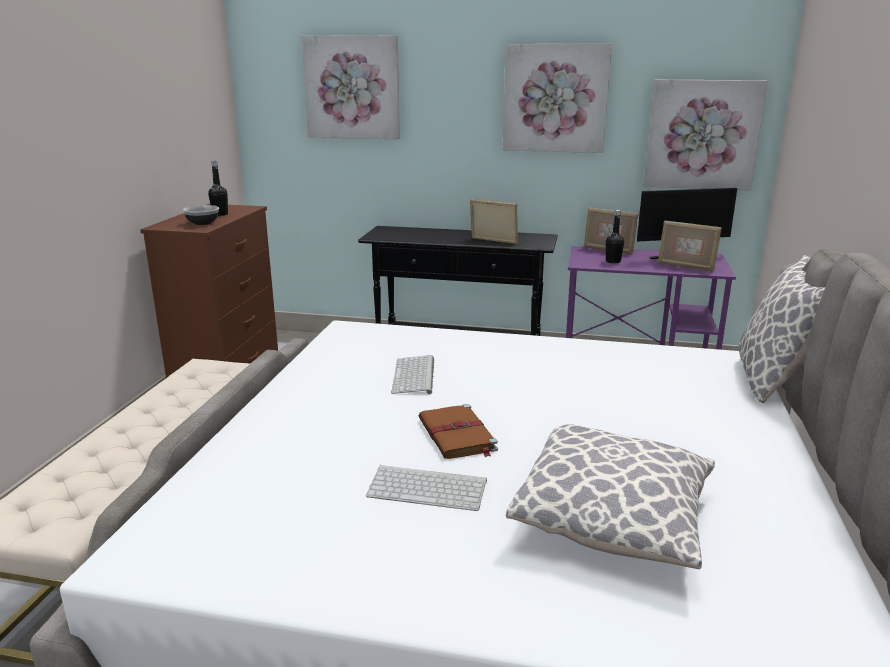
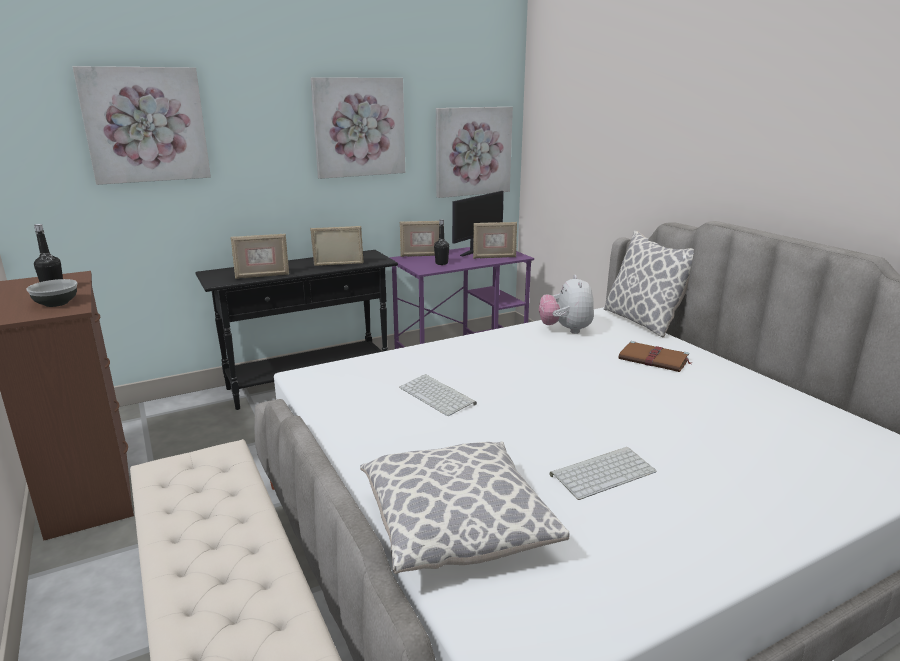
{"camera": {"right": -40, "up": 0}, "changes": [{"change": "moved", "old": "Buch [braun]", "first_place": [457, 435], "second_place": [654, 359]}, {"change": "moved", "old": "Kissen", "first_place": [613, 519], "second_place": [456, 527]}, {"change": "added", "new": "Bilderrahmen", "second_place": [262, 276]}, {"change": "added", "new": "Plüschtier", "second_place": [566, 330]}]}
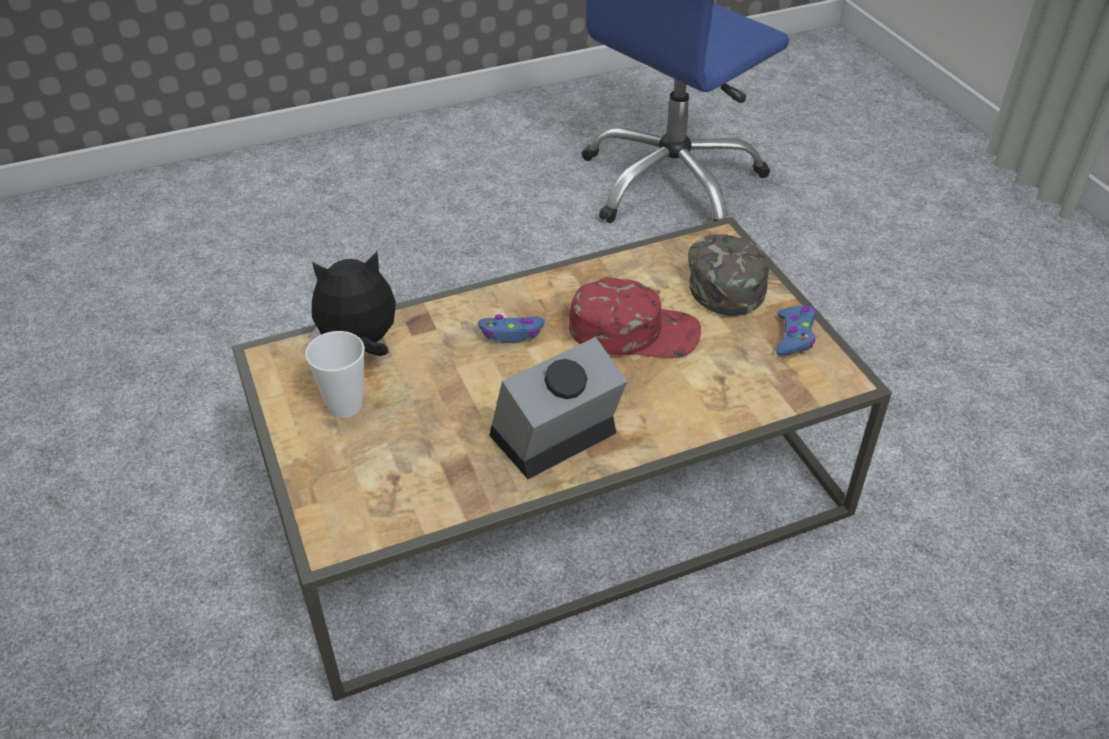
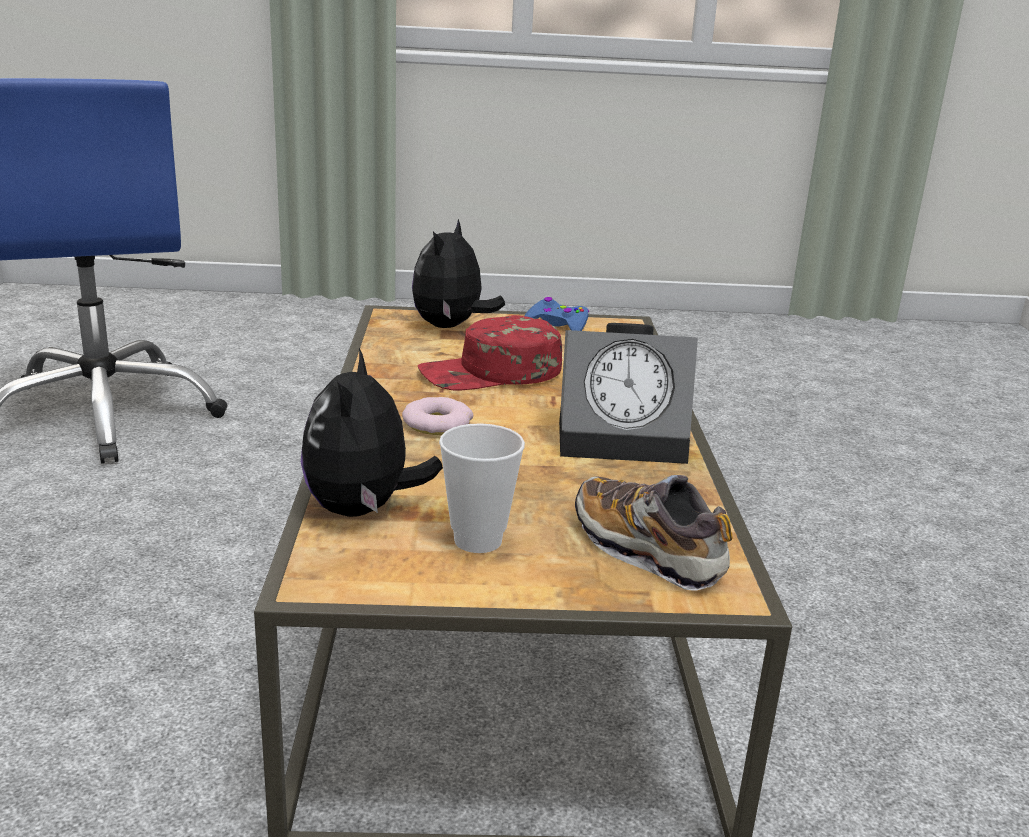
{"camera": {"right": -70, "up": -20}, "changes": [{"change": "replaced", "old": "Kappe [grün]", "new": "Plüschtier", "first_place": [723, 277], "second_place": [451, 327]}, {"change": "turned", "old": "Kappe [rot]", "first_place": [634, 330], "second_place": [491, 373], "degrees": -135}, {"change": "replaced", "old": "Gamepad [blau]", "new": "Donut", "first_place": [511, 333], "second_place": [437, 423]}, {"change": "turned", "old": "Wecker", "first_place": [553, 440], "second_place": [625, 439], "degrees": -75}, {"change": "added", "new": "Schuh", "second_place": [646, 550]}]}
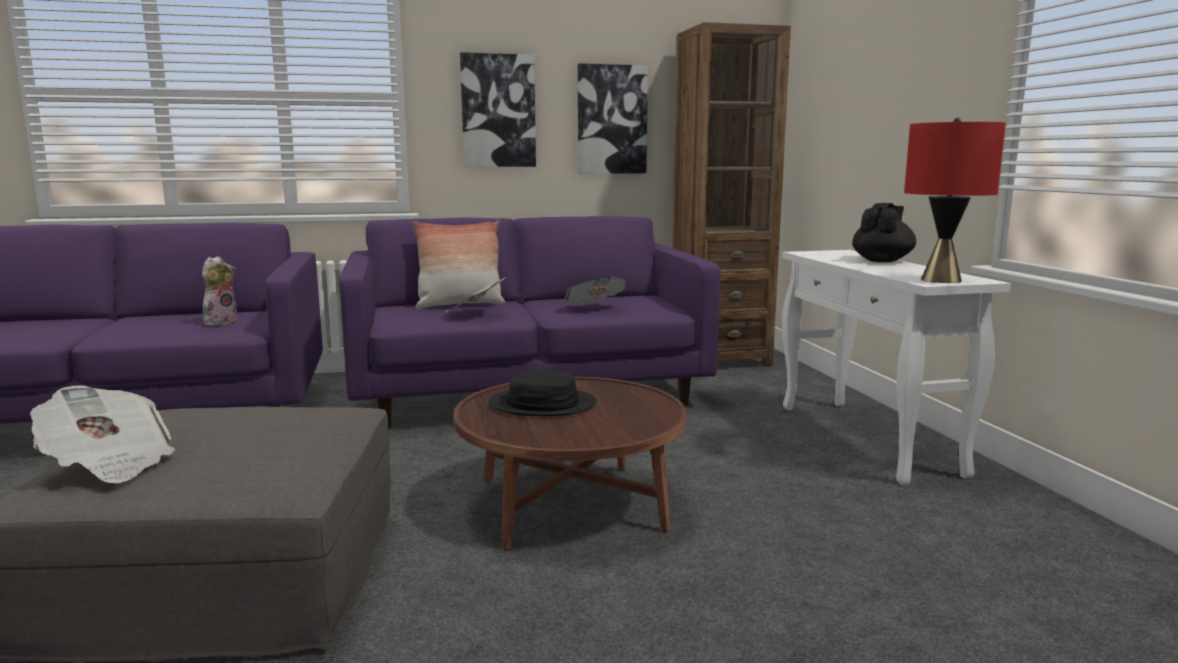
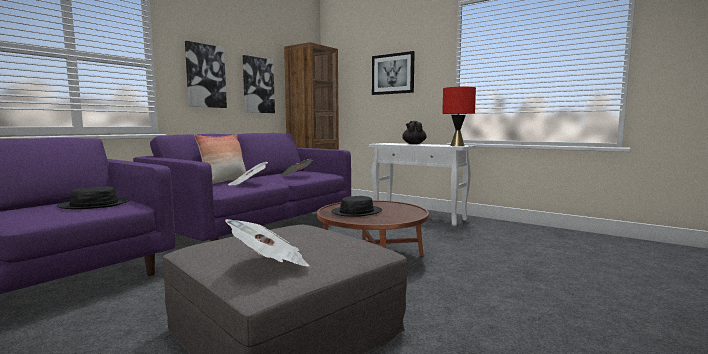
{"camera": {"right": -40, "up": -5}, "changes": [{"change": "replaced", "old": "Plüschtier", "new": "Hut [schwarz]", "first_place": [221, 322], "second_place": [94, 205]}, {"change": "added", "new": "Bild", "second_place": [393, 74]}]}
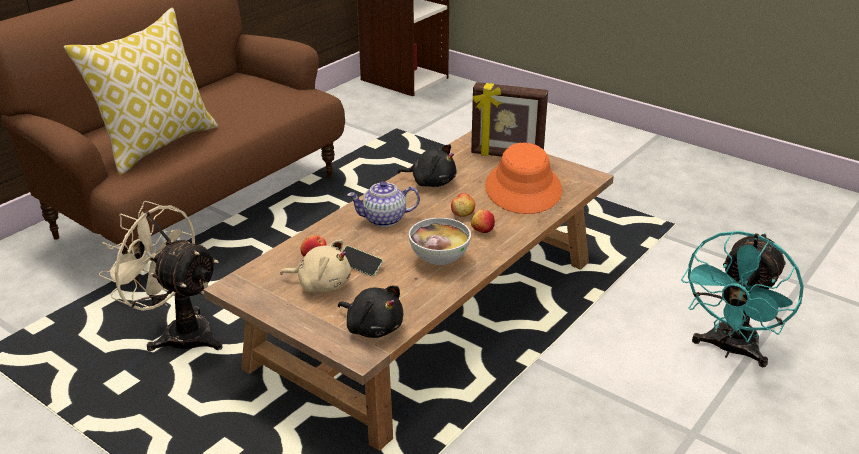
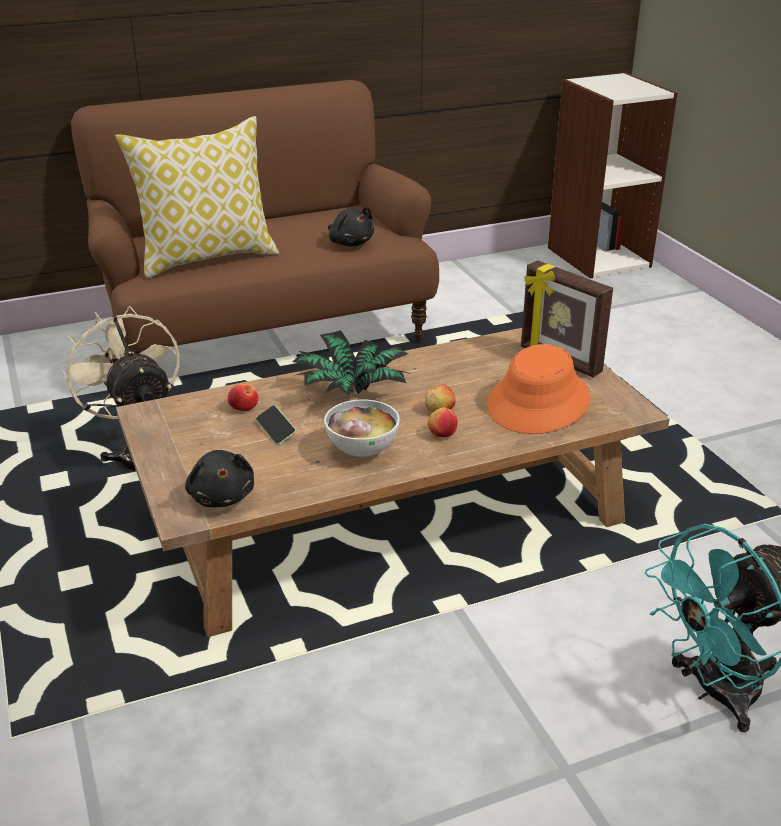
{"camera": {"right": 30, "up": 0}, "changes": [{"change": "moved", "old": "Plüschtier [schwarz]", "first_place": [431, 182], "second_place": [350, 243]}, {"change": "replaced", "old": "Teekanne", "new": "Topfpflanze", "first_place": [385, 219], "second_place": [352, 391]}, {"change": "removed", "old": "Plüschtier [beige]", "first_place": [321, 284]}]}
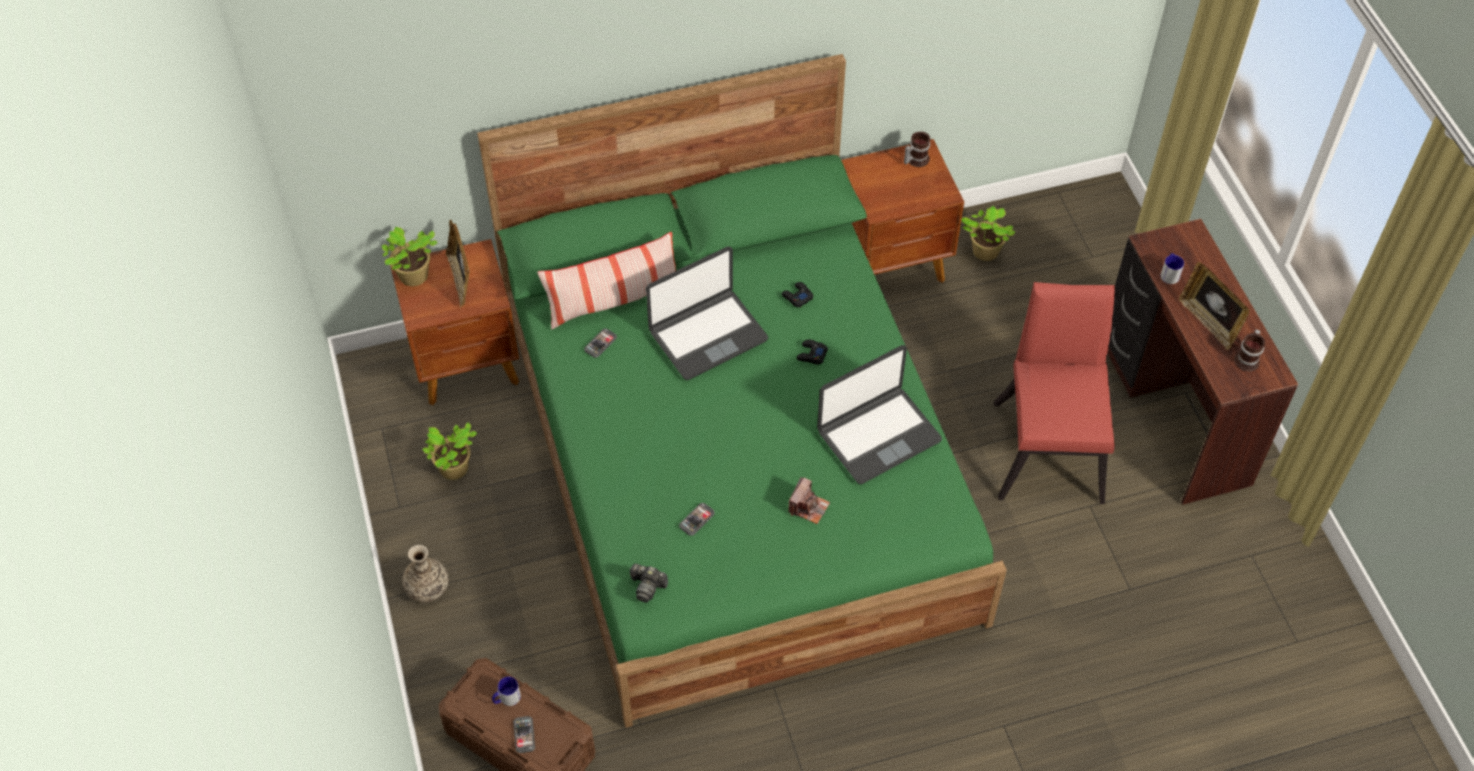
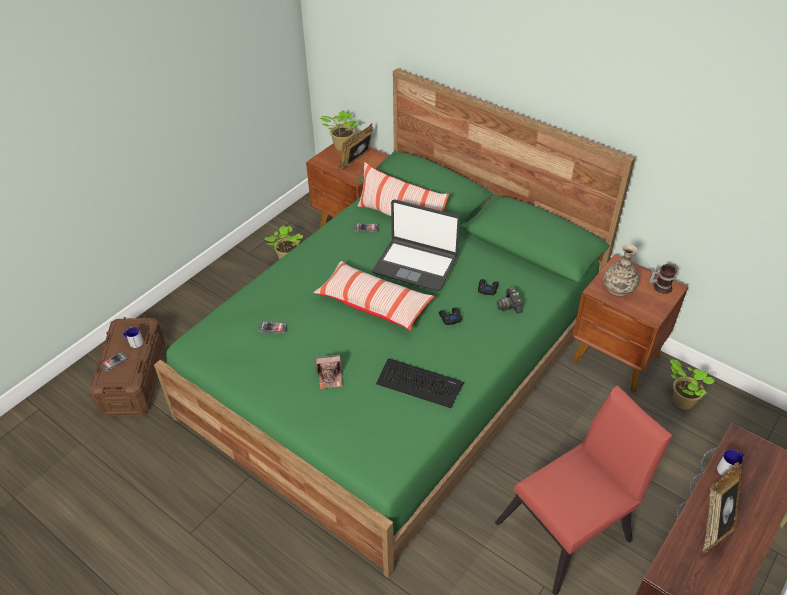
{"camera": {"right": 55, "up": -10}, "changes": [{"change": "removed", "old": "Henkelbecher", "first_place": [1248, 359]}, {"change": "replaced", "old": "Laptop", "new": "Tastatur", "first_place": [878, 435], "second_place": [419, 383]}, {"change": "moved", "old": "Vase", "first_place": [427, 587], "second_place": [618, 288]}, {"change": "moved", "old": "Kamera", "first_place": [647, 586], "second_place": [509, 305]}, {"change": "added", "new": "Kissen", "second_place": [374, 303]}]}
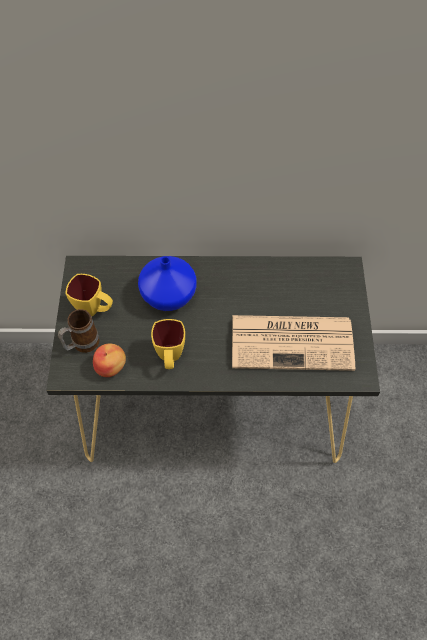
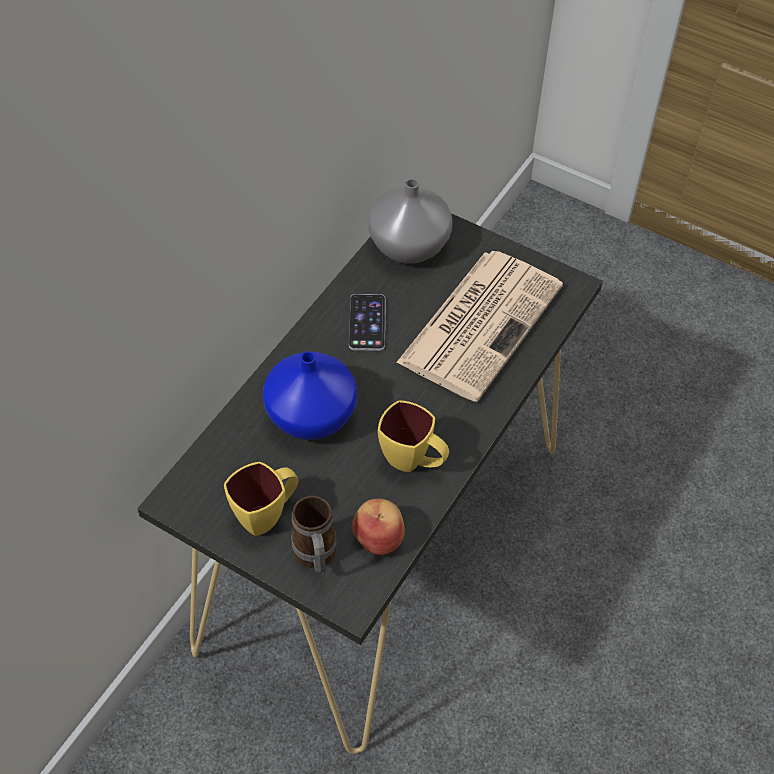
{"camera": {"right": -60, "up": -5}, "changes": [{"change": "added", "new": "Vase [grau]", "second_place": [407, 246]}, {"change": "added", "new": "Handy", "second_place": [367, 322]}]}
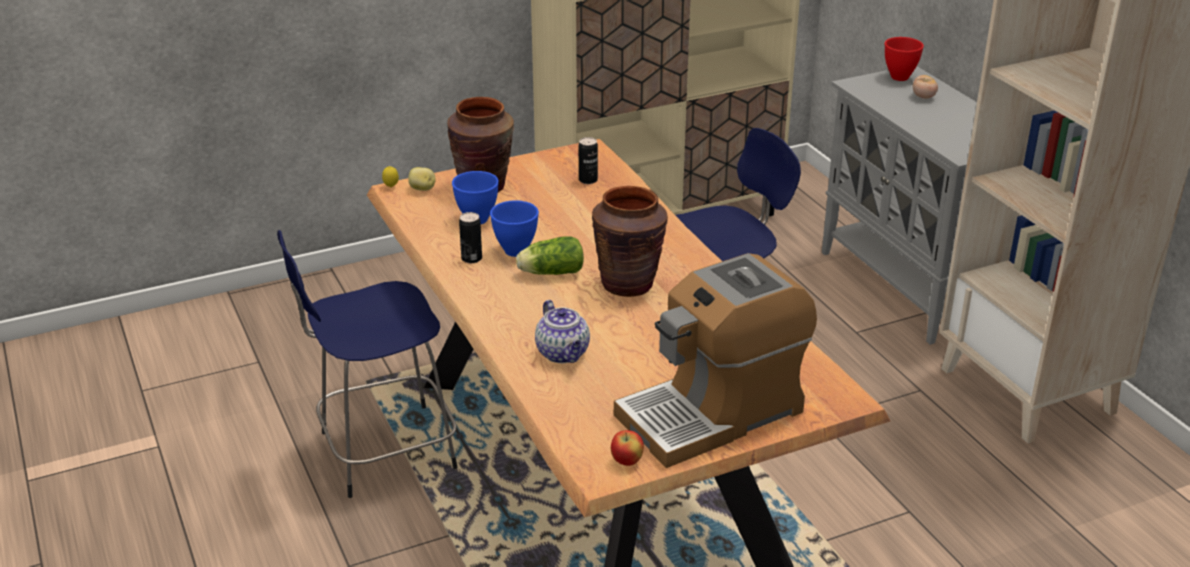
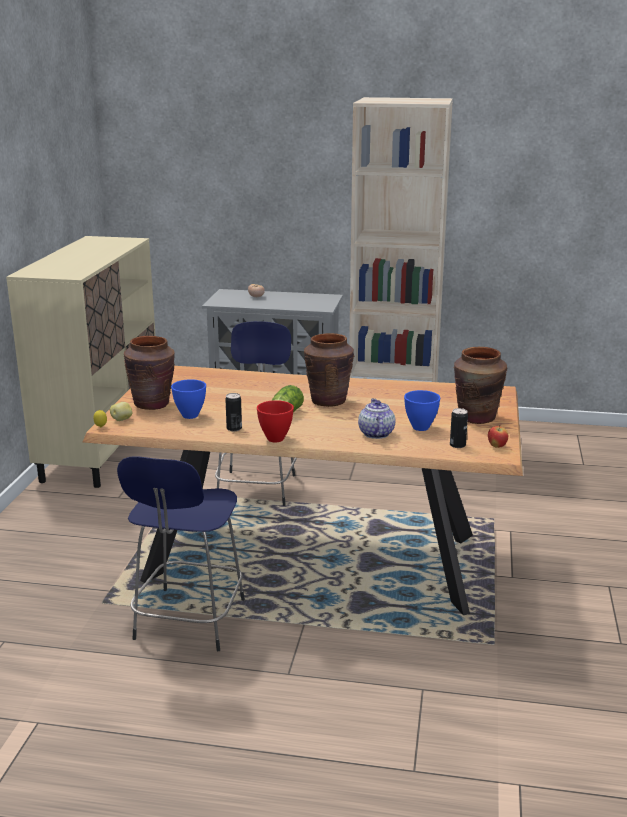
{"camera": {"right": -55, "up": -10}, "changes": [{"change": "moved", "old": "Schüssel [rot]", "first_place": [899, 77], "second_place": [275, 438]}, {"change": "moved", "old": "Dose", "first_place": [588, 180], "second_place": [457, 445]}, {"change": "moved", "old": "Schüssel [blau]", "first_place": [515, 250], "second_place": [419, 427]}, {"change": "replaced", "old": "Kaffeemaschine", "new": "Vase [braun]", "first_place": [712, 413], "second_place": [476, 417]}, {"change": "turned", "old": "Teekanne", "first_place": [563, 354], "second_place": [375, 433], "degrees": -105}]}
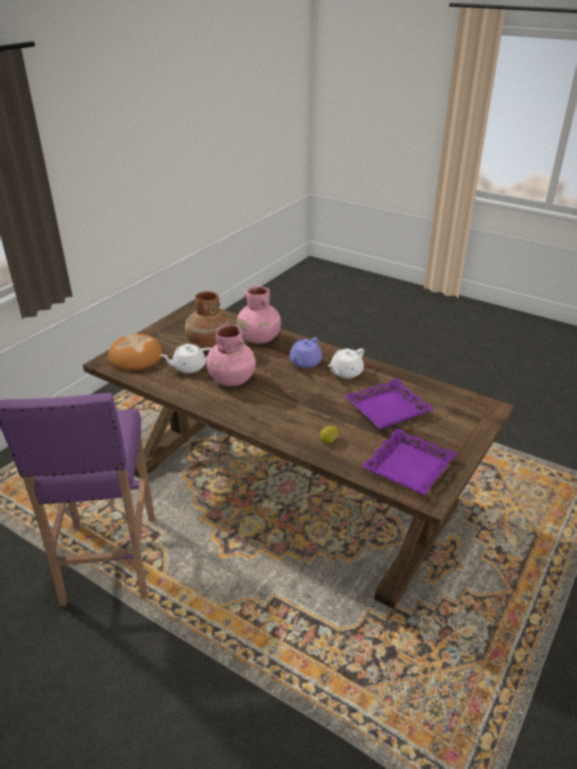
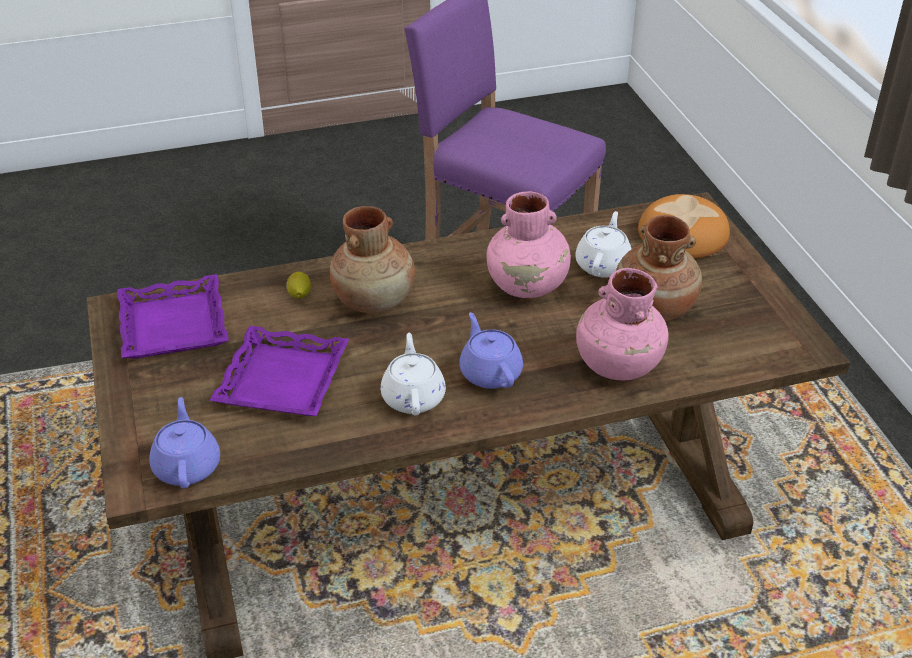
{"camera": {"right": 130, "up": 5}, "changes": [{"change": "added", "new": "Vase [braun]", "second_place": [374, 300]}, {"change": "added", "new": "Teekanne [lila]", "second_place": [187, 466]}]}
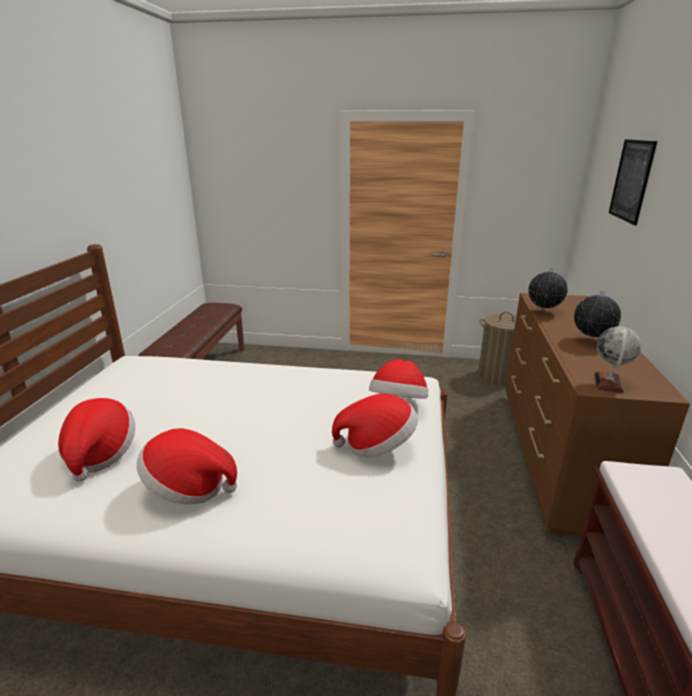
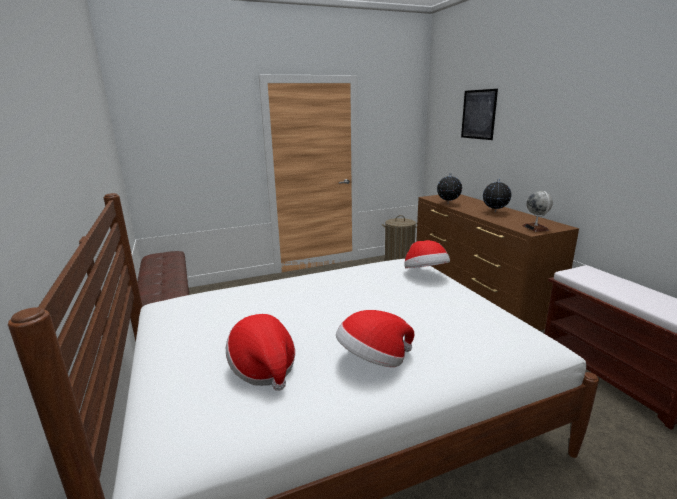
{"camera": {"right": -30, "up": -5}, "changes": [{"change": "removed", "old": "Hut", "first_place": [377, 445]}]}
